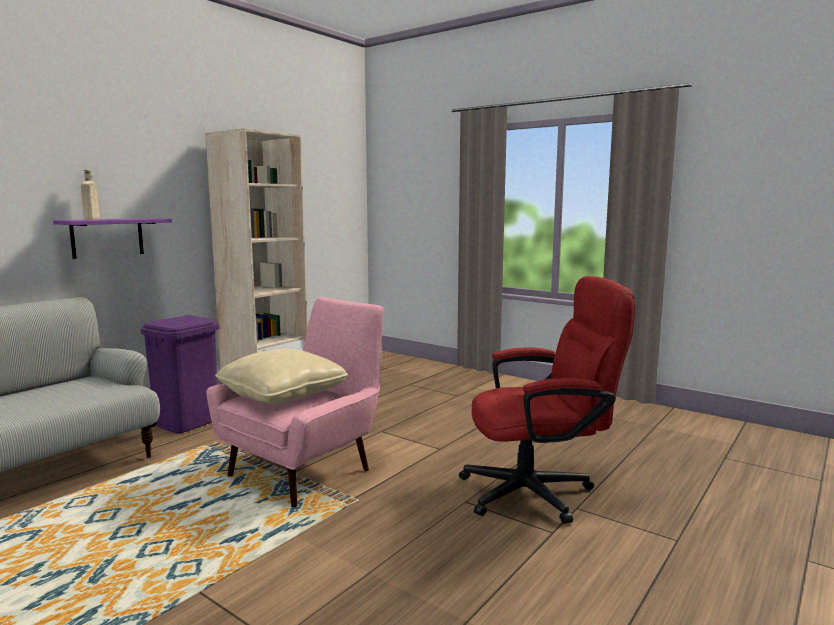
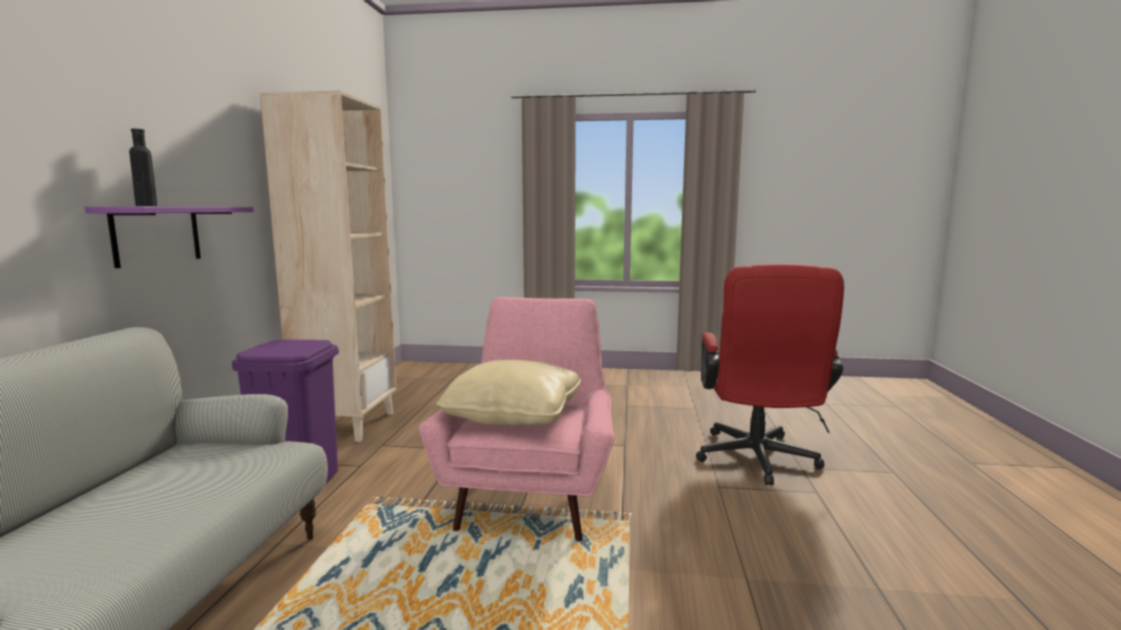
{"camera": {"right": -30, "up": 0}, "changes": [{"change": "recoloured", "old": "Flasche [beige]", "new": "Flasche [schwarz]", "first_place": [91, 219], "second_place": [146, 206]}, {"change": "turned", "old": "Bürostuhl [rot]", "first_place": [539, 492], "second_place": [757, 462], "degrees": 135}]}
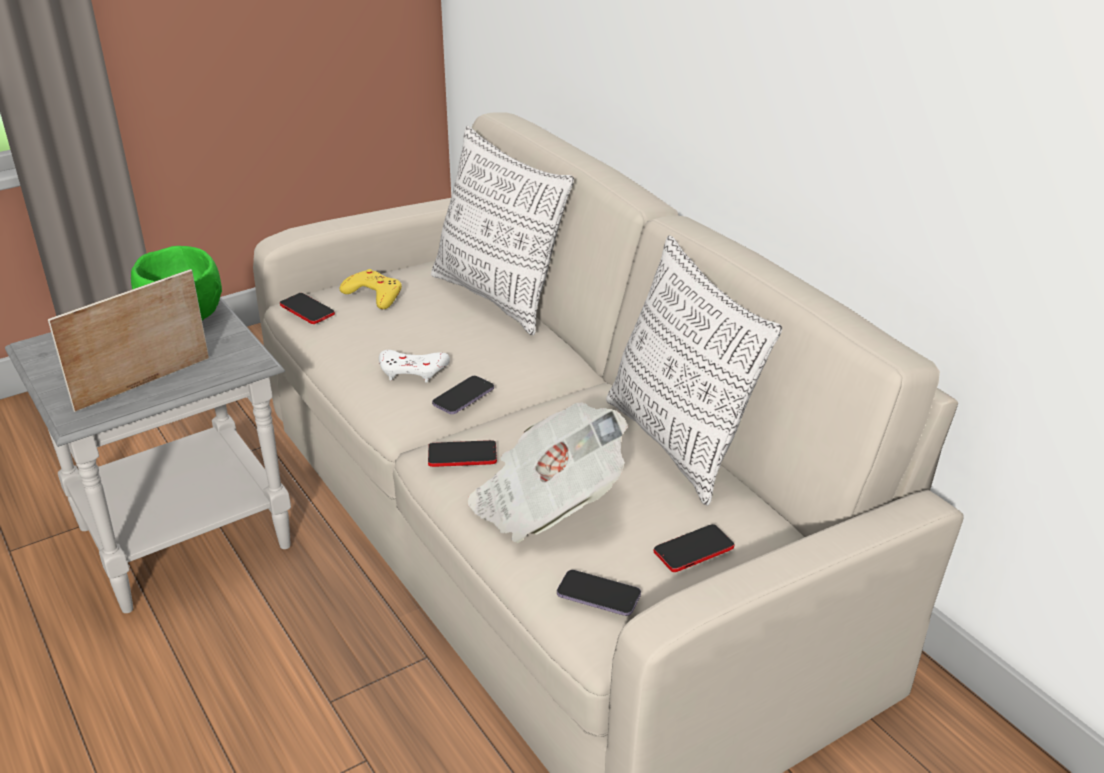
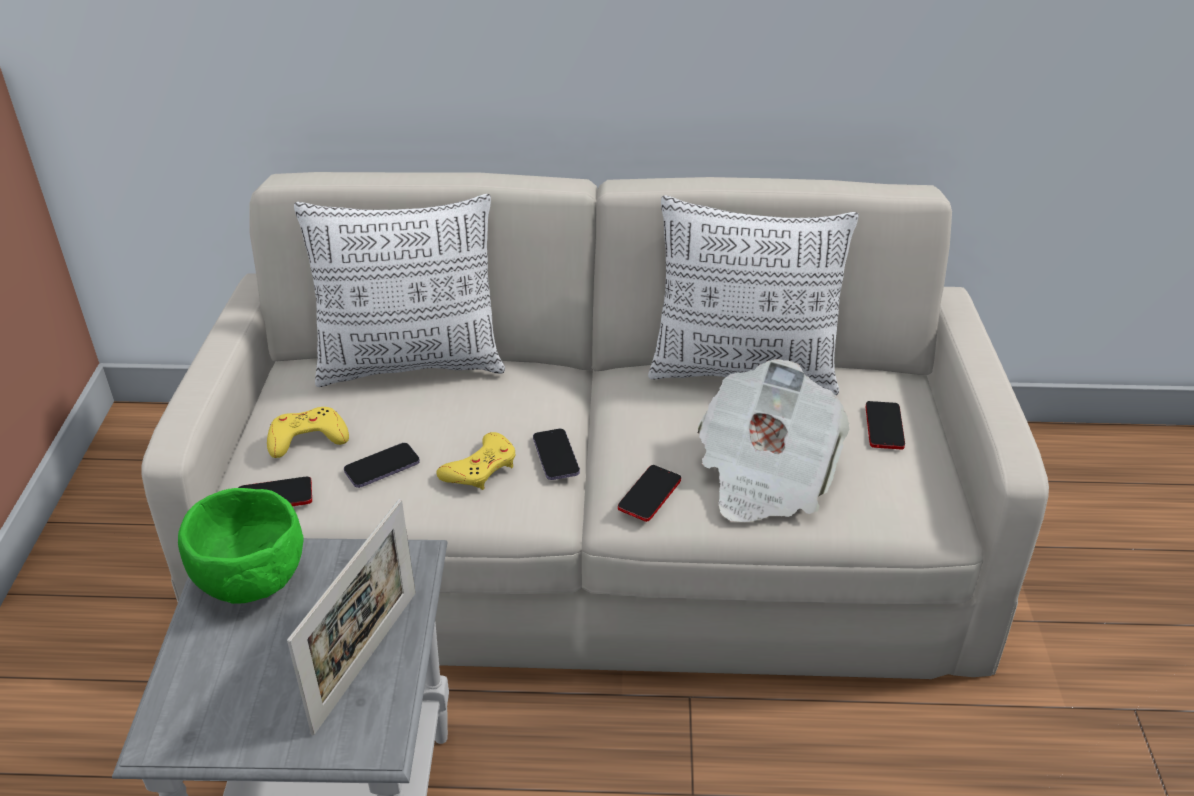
{"camera": {"right": -55, "up": 5}, "changes": [{"change": "turned", "old": "Bilderrahmen", "first_place": [143, 384], "second_place": [366, 660], "degrees": -150}, {"change": "recoloured", "old": "Gamepad [weiß]", "new": "Gamepad [gelb]", "first_place": [413, 370], "second_place": [481, 468]}, {"change": "moved", "old": "Handy", "first_place": [598, 595], "second_place": [382, 467]}]}
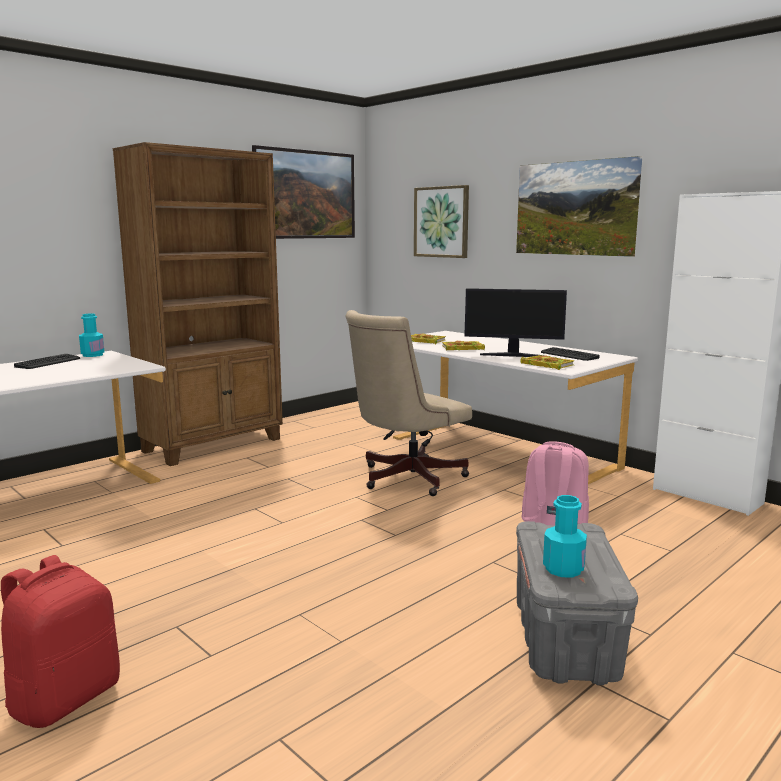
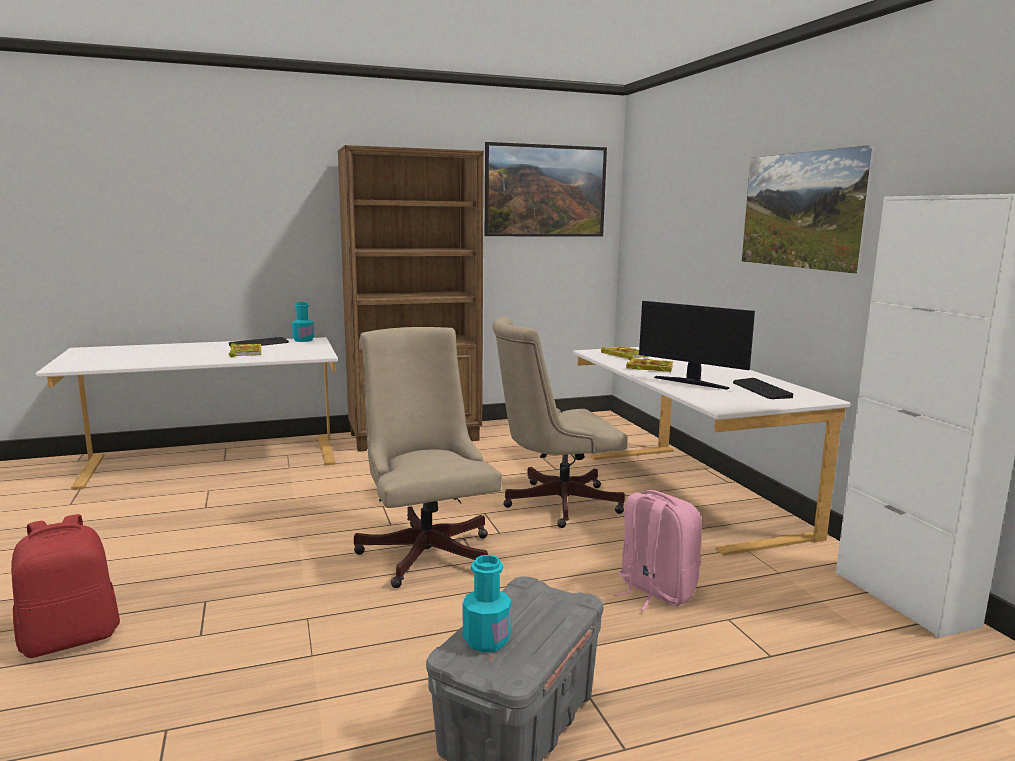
{"camera": {"right": 25, "up": 0}, "changes": [{"change": "removed", "old": "Bild", "first_place": [441, 222]}, {"change": "moved", "old": "Buch", "first_place": [546, 365], "second_place": [245, 352]}, {"change": "added", "new": "Bürostuhl [beige]", "second_place": [426, 550]}]}
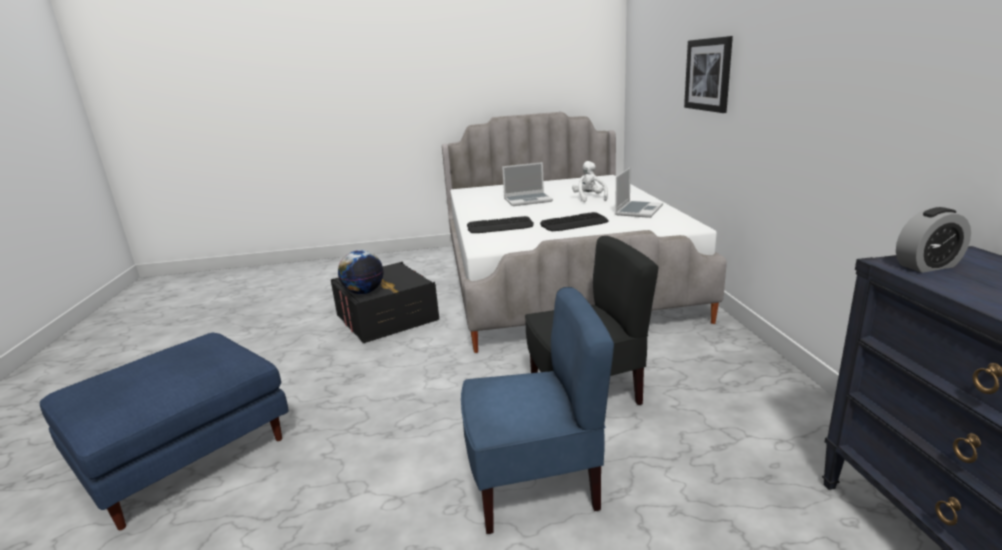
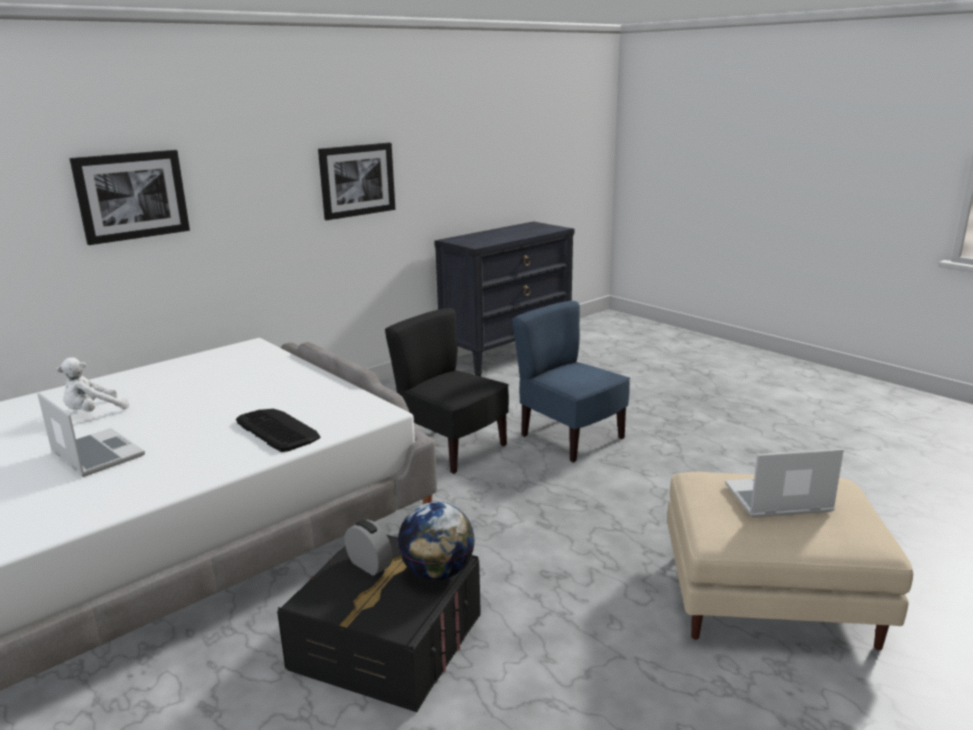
{"camera": {"right": -125, "up": 0}, "changes": [{"change": "moved", "old": "Laptop", "first_place": [638, 210], "second_place": [777, 500]}, {"change": "moved", "old": "Wecker", "first_place": [927, 266], "second_place": [369, 565]}, {"change": "removed", "old": "Tastatur", "first_place": [574, 223]}, {"change": "recoloured", "old": "Polsterhocker [blau]", "new": "Polsterhocker [beige]", "first_place": [186, 454], "second_place": [766, 599]}, {"change": "added", "new": "Bild", "second_place": [357, 180]}]}
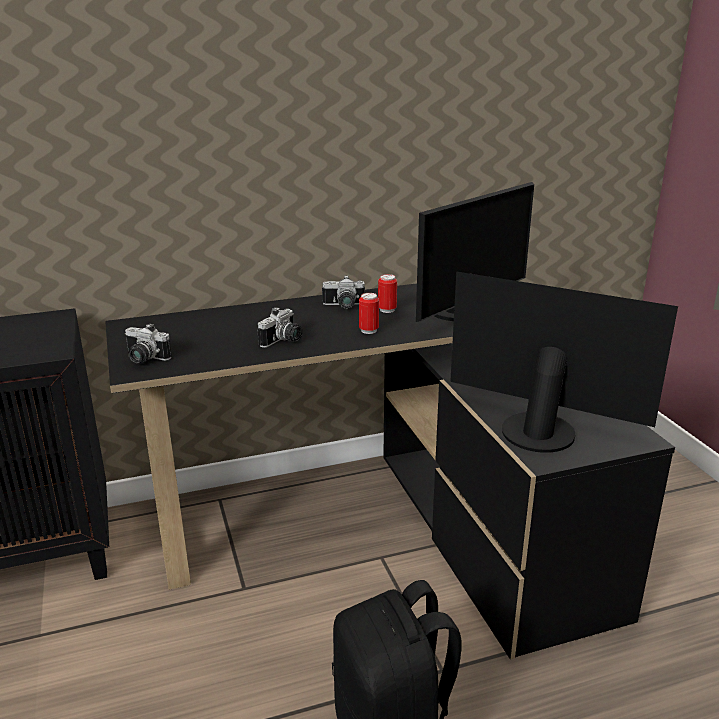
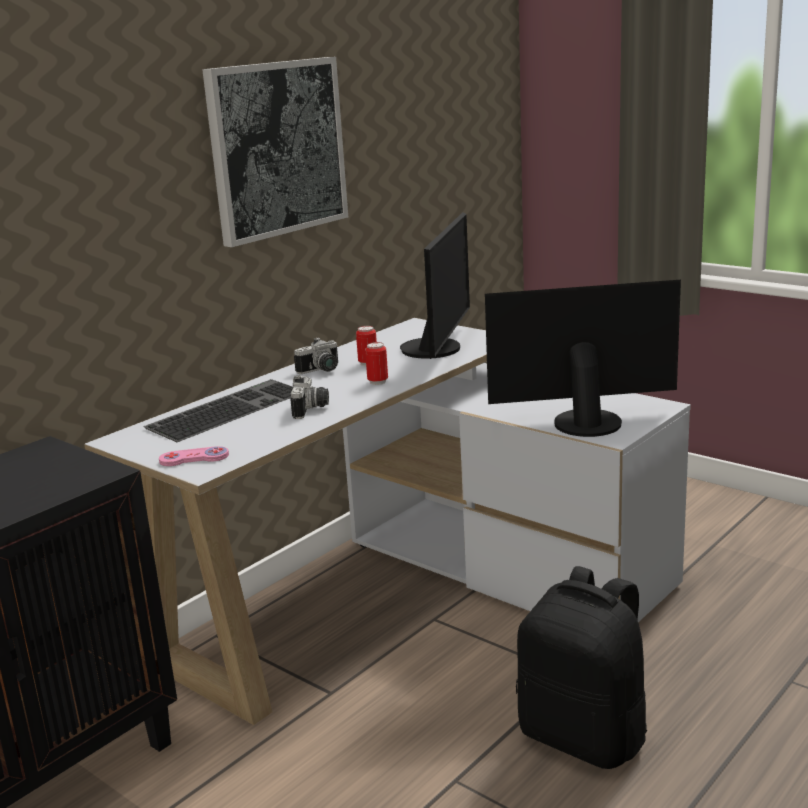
{"camera": {"right": -30, "up": -5}, "changes": [{"change": "recoloured", "old": "Schreibtisch [schwarz]", "new": "Schreibtisch [weiß]", "first_place": [385, 526], "second_place": [411, 595]}, {"change": "replaced", "old": "Kamera", "new": "Gamepad [rosa]", "first_place": [144, 359], "second_place": [194, 458]}, {"change": "added", "new": "Bild", "second_place": [277, 149]}, {"change": "added", "new": "Tastatur", "second_place": [227, 409]}]}
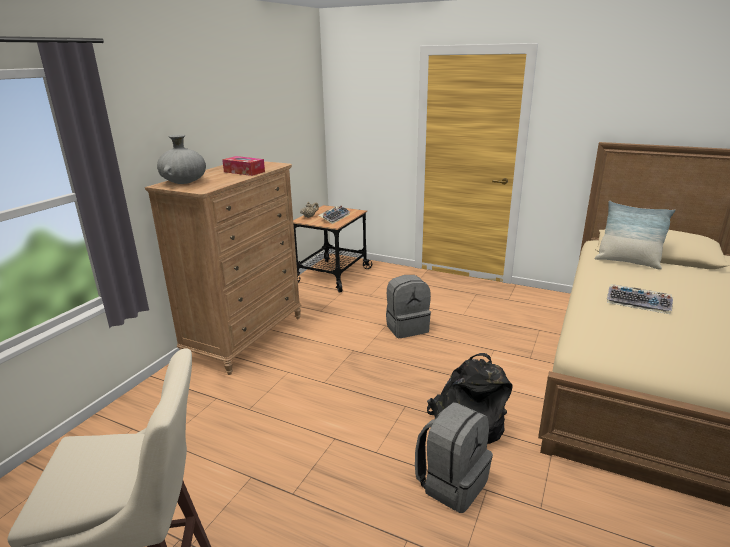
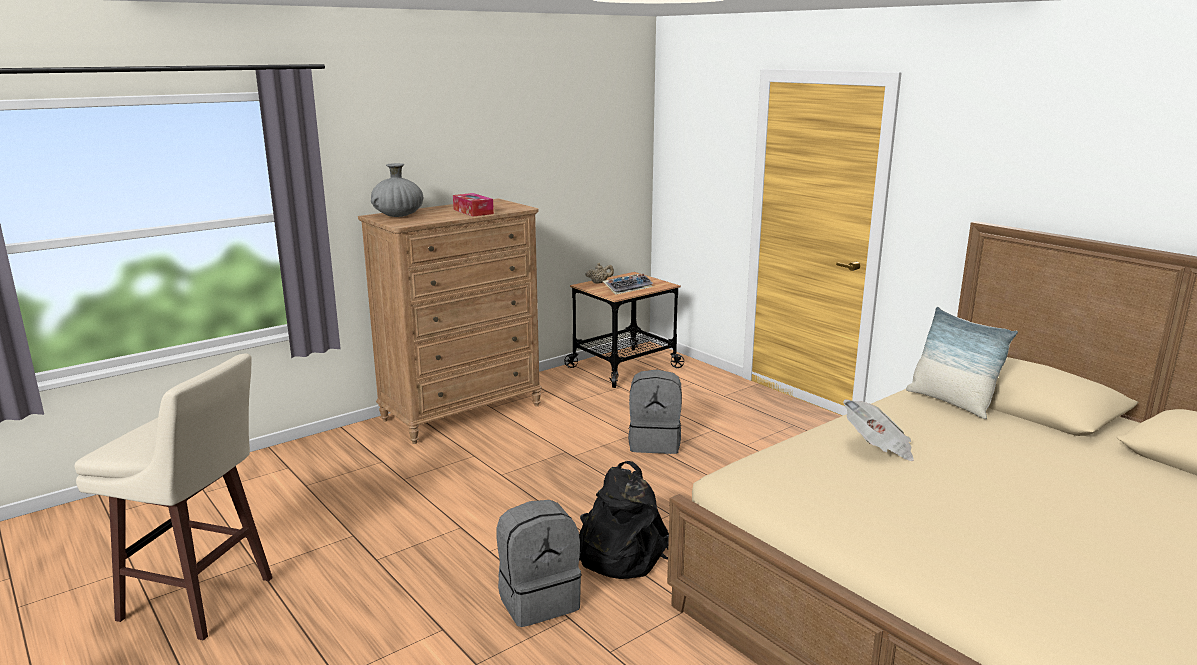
{"camera": {"right": 25, "up": -5}, "changes": [{"change": "replaced", "old": "Tastatur", "new": "Zeitung", "first_place": [639, 303], "second_place": [878, 448]}]}
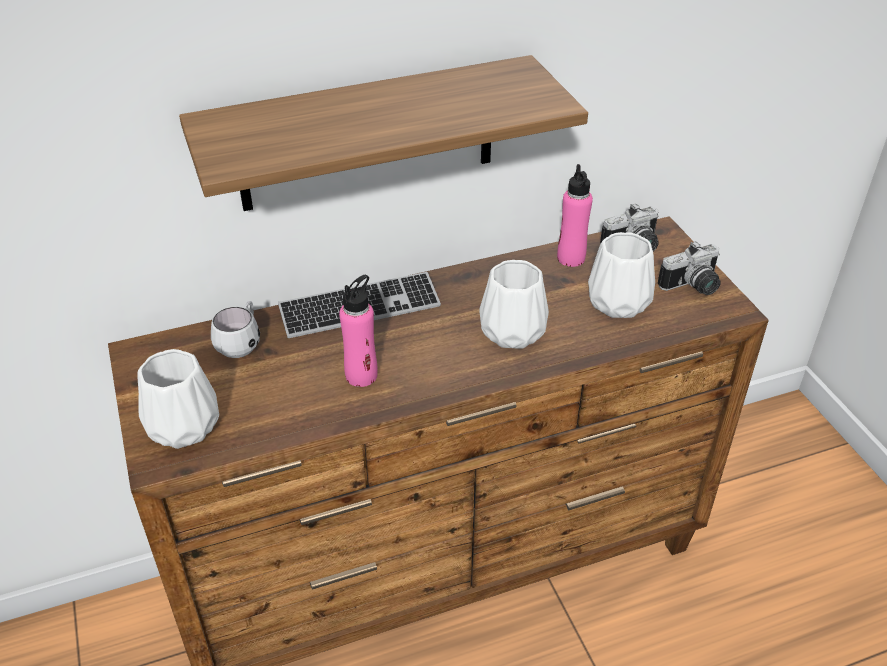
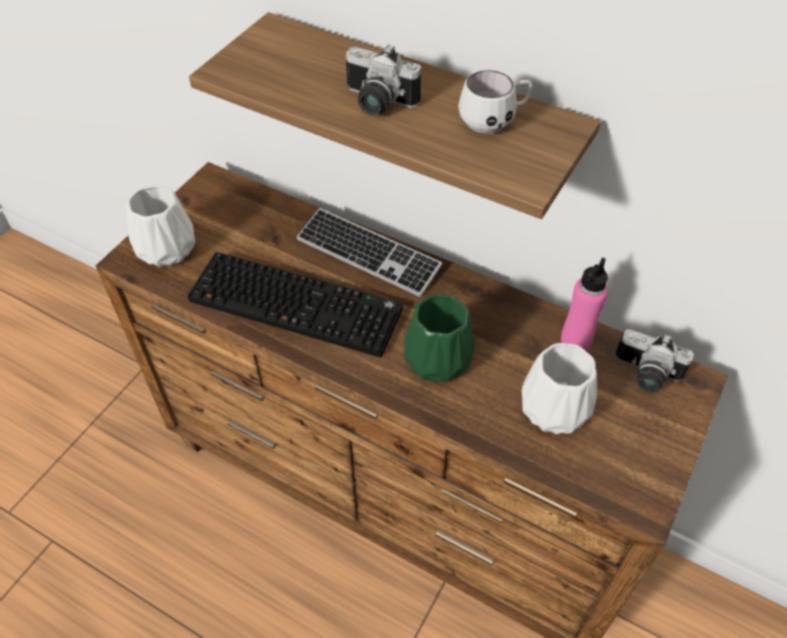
{"camera": {"right": 50, "up": 10}, "changes": [{"change": "moved", "old": "Kamera", "first_place": [693, 287], "second_place": [376, 103]}, {"change": "recoloured", "old": "Vase [weiß]", "new": "Vase [grün]", "first_place": [510, 332], "second_place": [436, 359]}, {"change": "replaced", "old": "Flasche [rosa]", "new": "Tastatur", "first_place": [361, 375], "second_place": [298, 303]}, {"change": "moved", "old": "Henkelbecher [weiß]", "first_place": [242, 343], "second_place": [494, 121]}]}
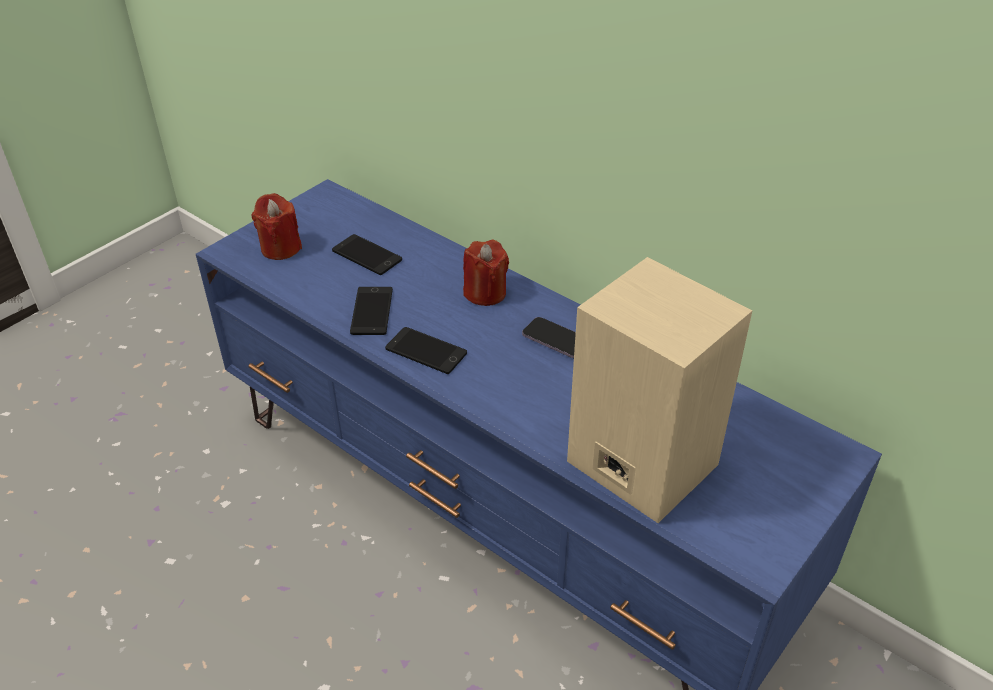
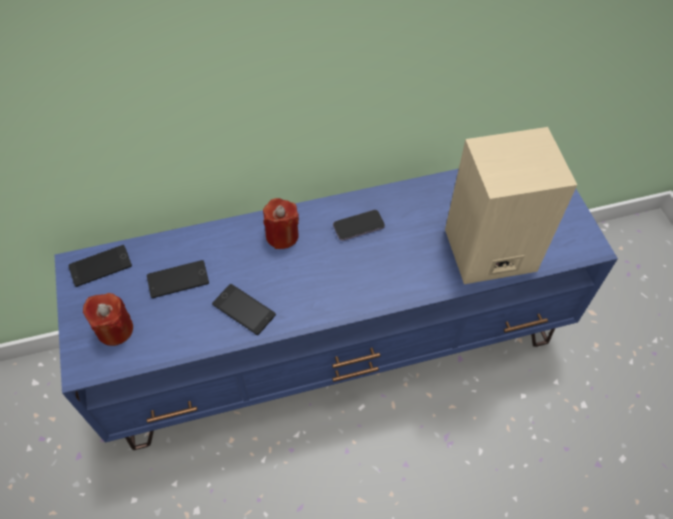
{"camera": {"right": -55, "up": 15}, "changes": [{"change": "moved", "old": "Handy", "first_place": [426, 351], "second_place": [100, 266]}]}
